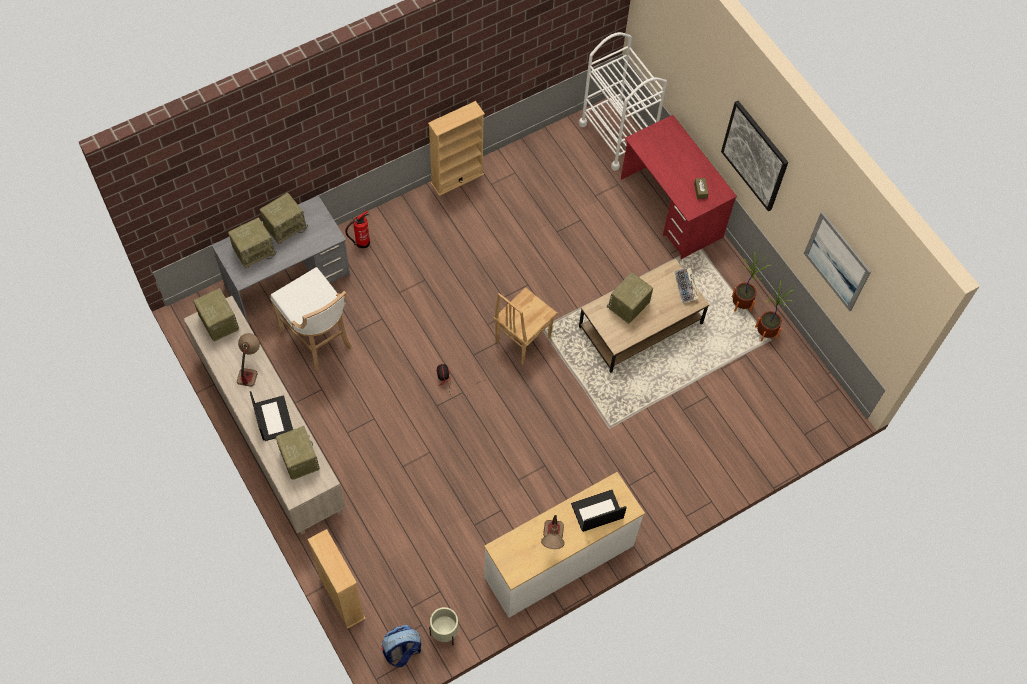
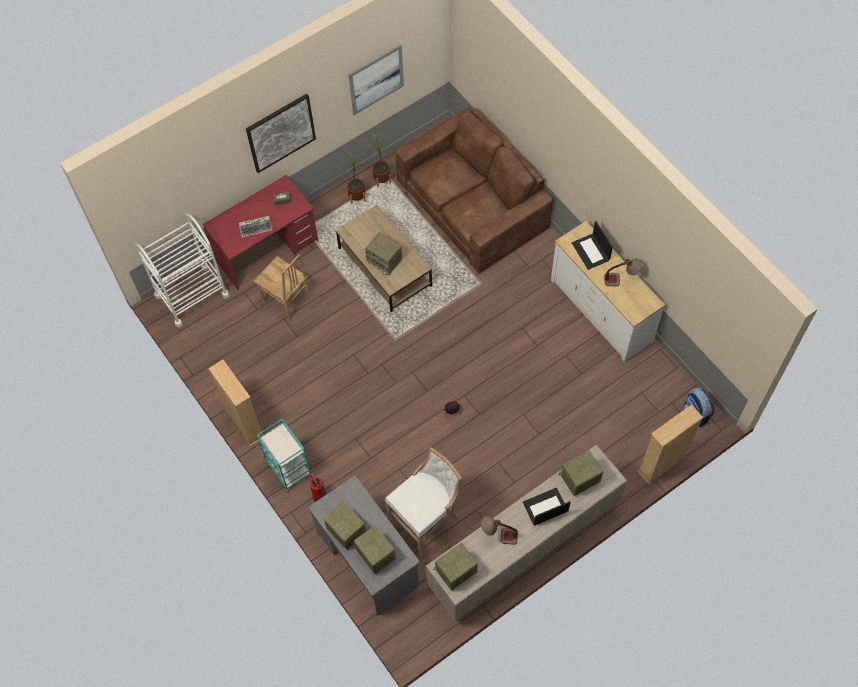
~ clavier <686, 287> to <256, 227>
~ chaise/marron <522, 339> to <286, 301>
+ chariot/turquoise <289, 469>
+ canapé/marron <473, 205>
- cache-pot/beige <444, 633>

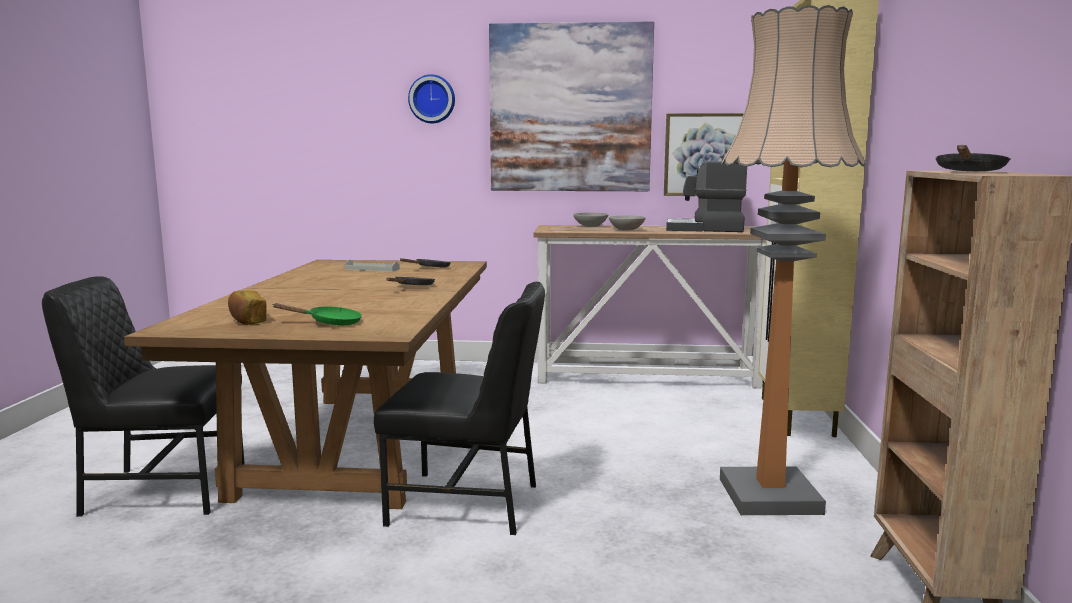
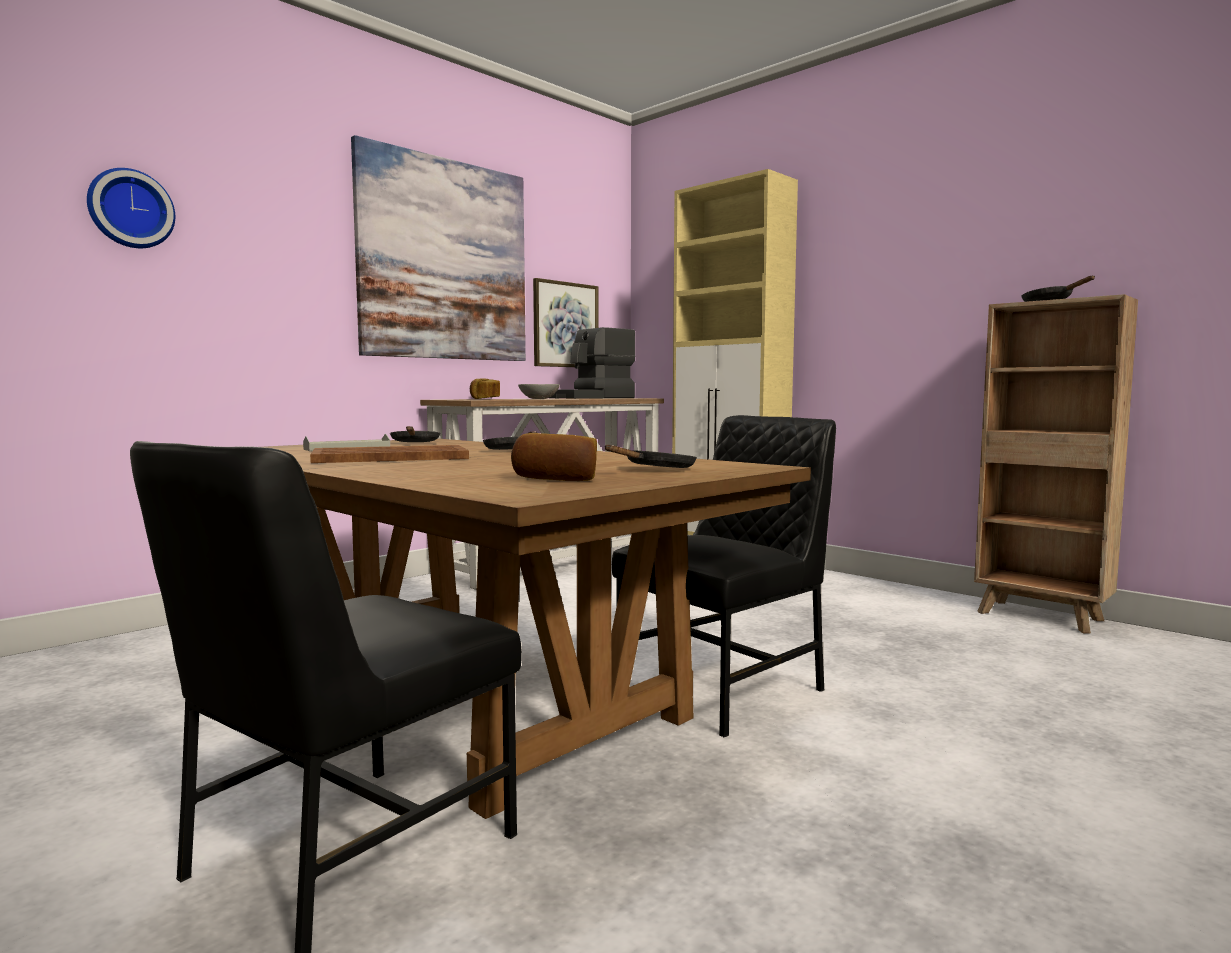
~ horloge murale <432, 99> to <130, 209>
+ plateau/marron <388, 457>
~ bol/gris <590, 226> to pain <484, 398>
~ poêle/vert <330, 323> to poêle/noir <655, 470>
- lampadaire <769, 496>

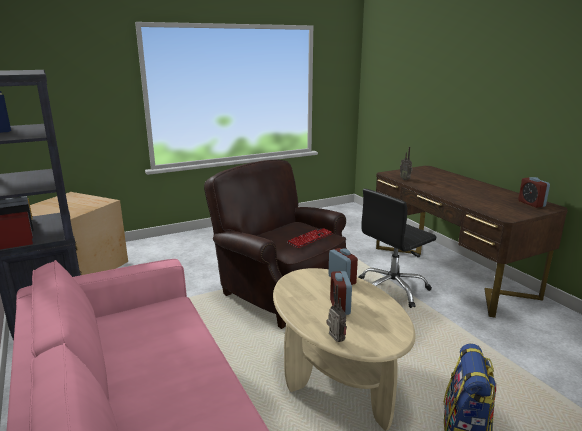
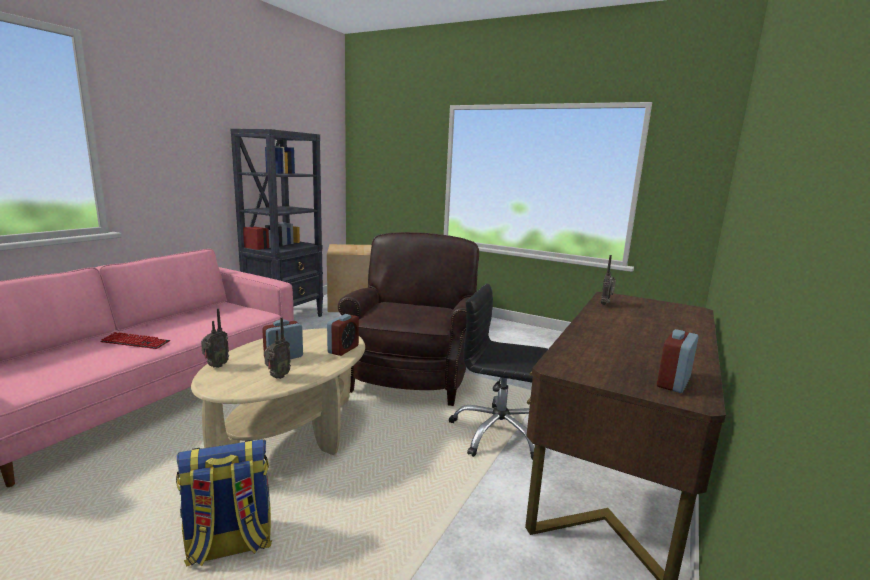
~ clavier <310, 238> to <135, 342>
+ radio <277, 377>

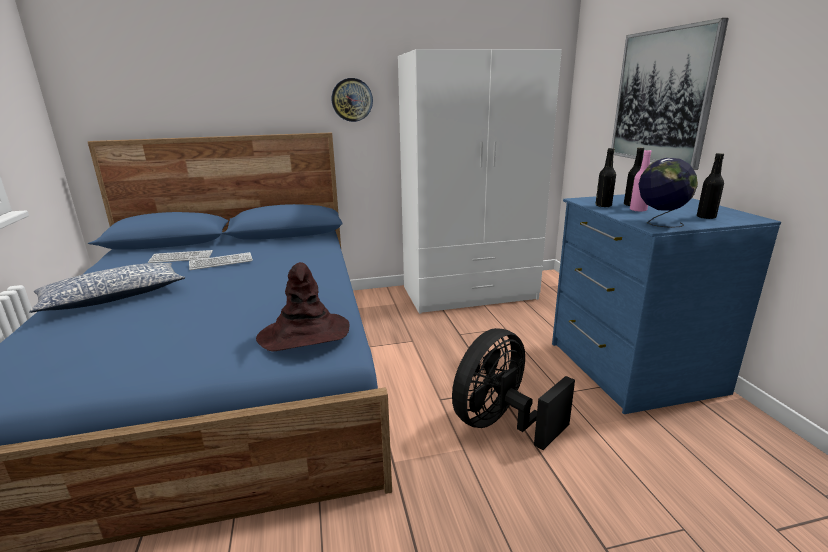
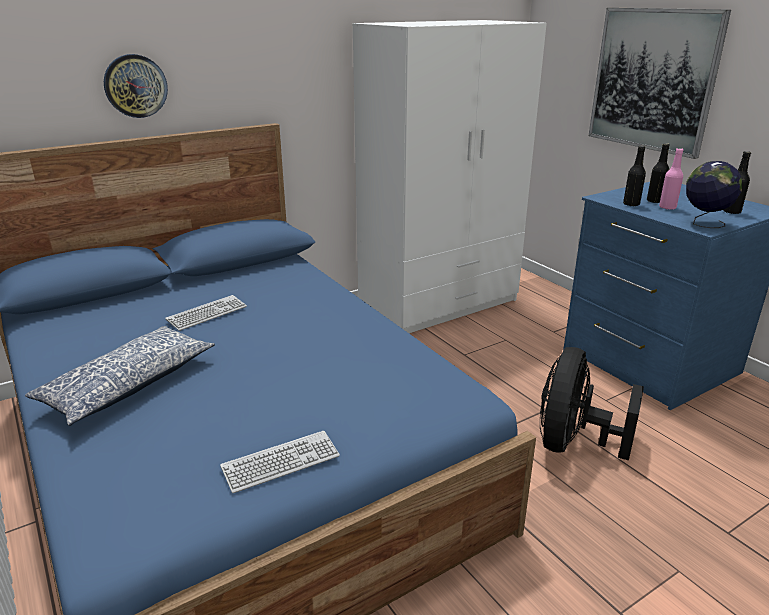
~ horloge murale <352, 100> to <135, 86>
~ clavier <181, 258> to <281, 462>
- chapeau/marron <304, 334>

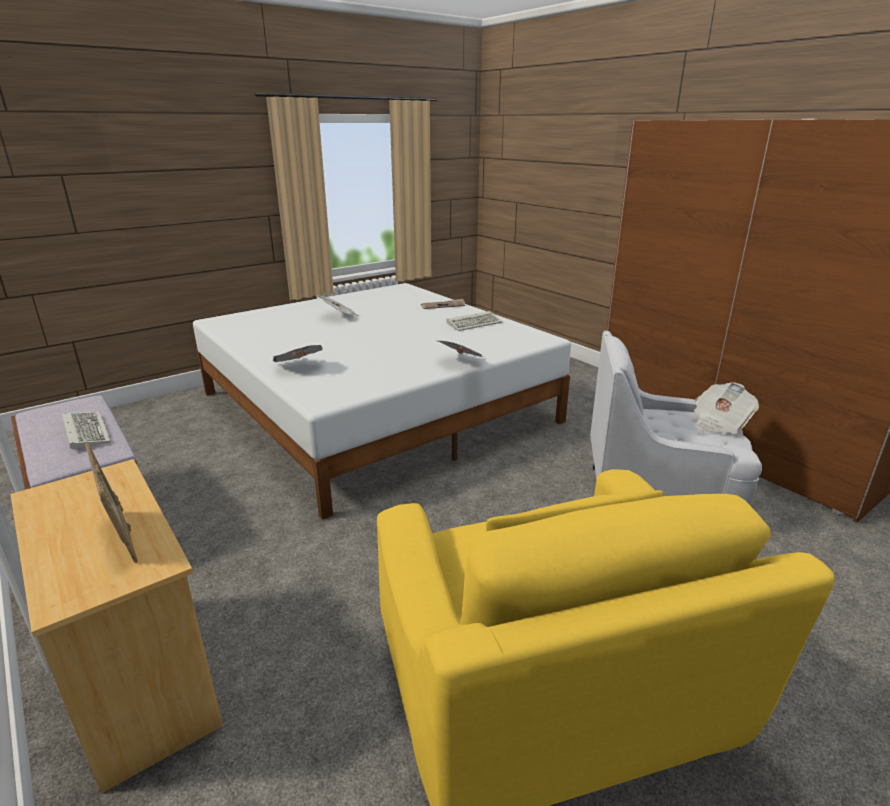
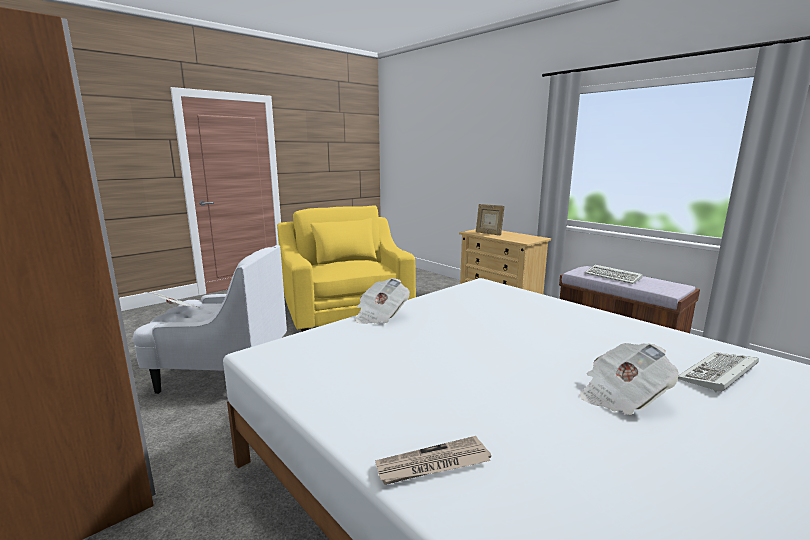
~ clavier <475, 323> to <718, 375>
- journal <299, 367>

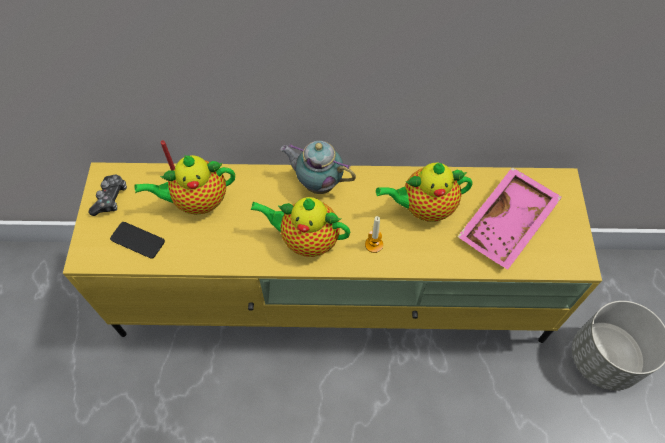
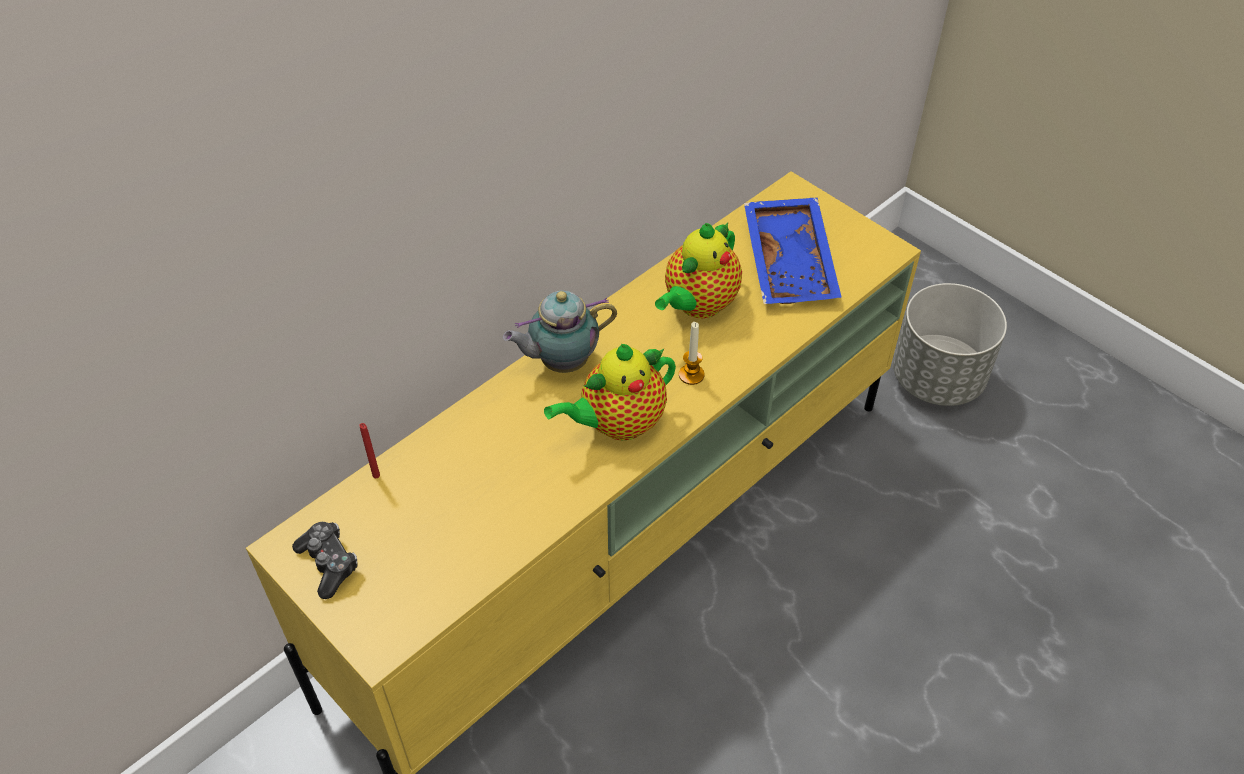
~ plateau/rose <508, 225> to plateau/bleu <792, 263>
- téléphone <137, 240>
- théière <197, 201>

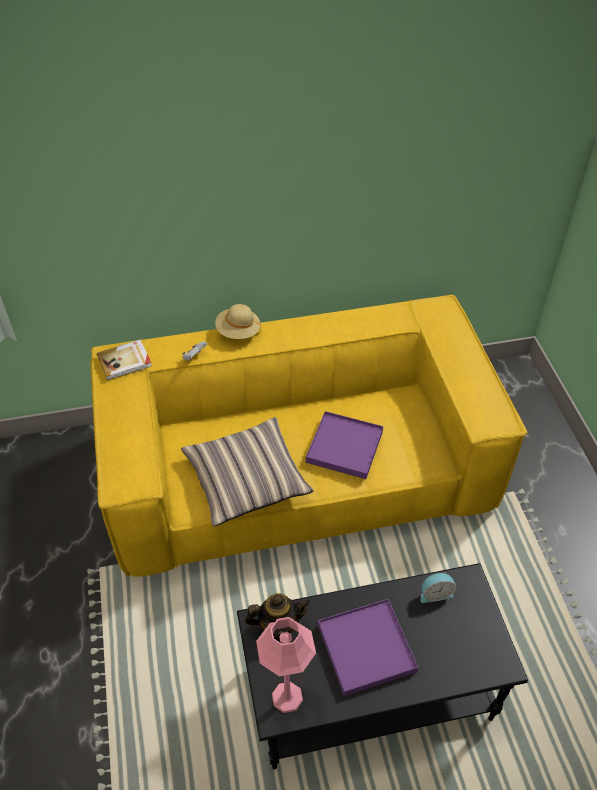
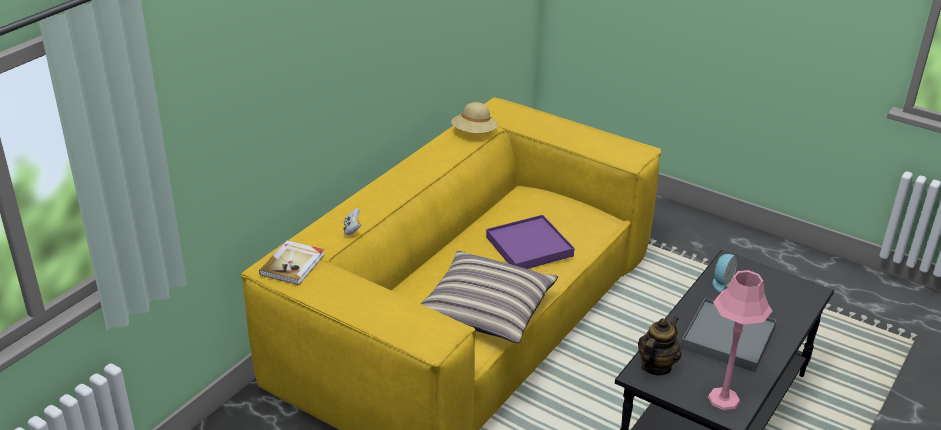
~ chapeau/beige <238, 331> to <474, 133>
~ plateau/violet <366, 648> to plateau/gris <727, 338>

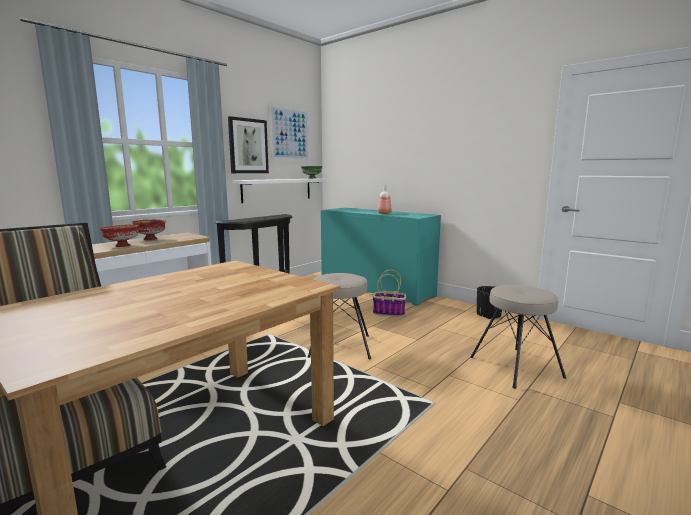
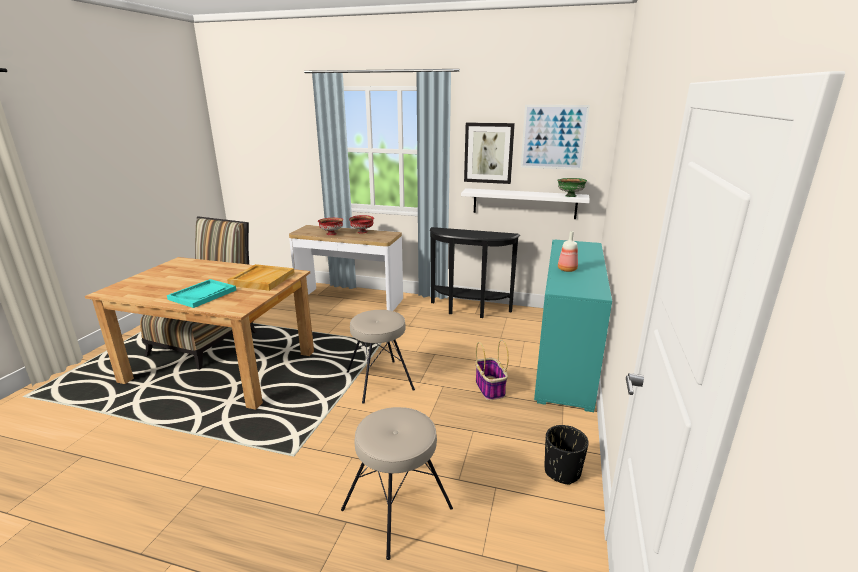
+ plateau/turquoise <202, 294>
+ plateau/beige <262, 279>

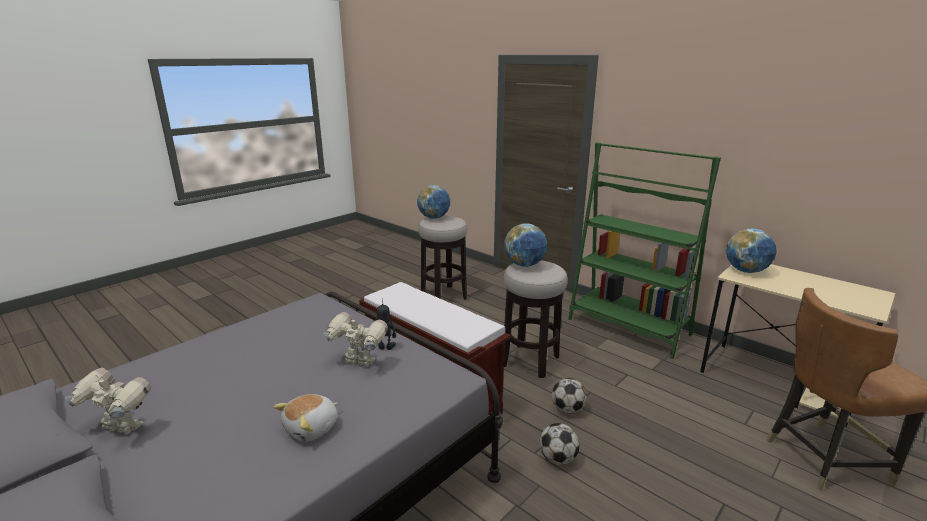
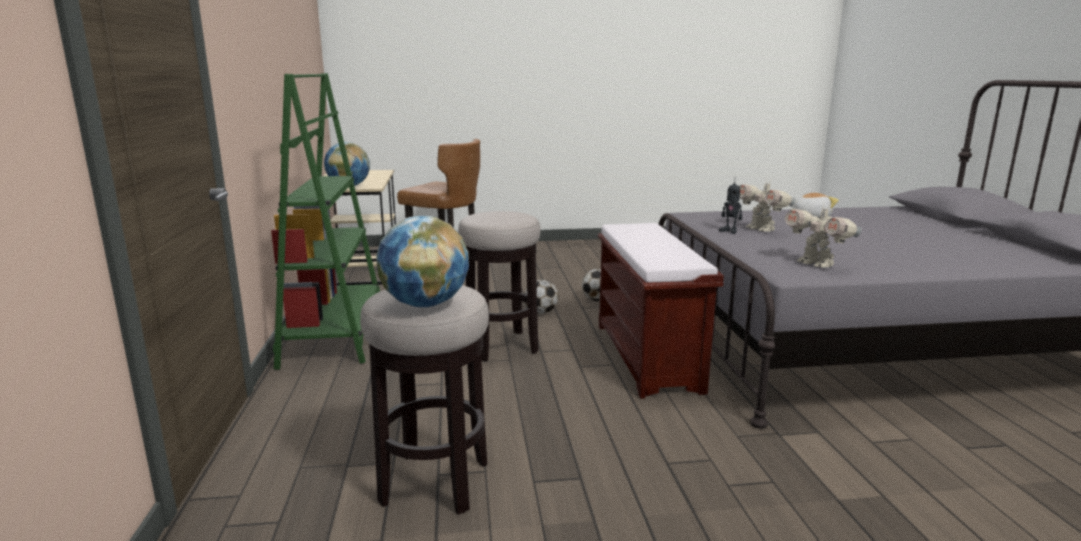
~ robot jouet <121, 429> to <816, 264>
- globe <524, 265>

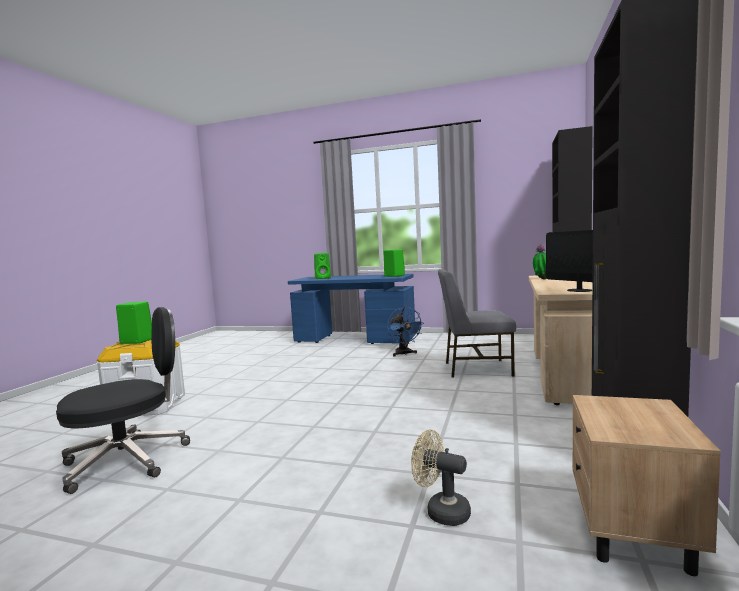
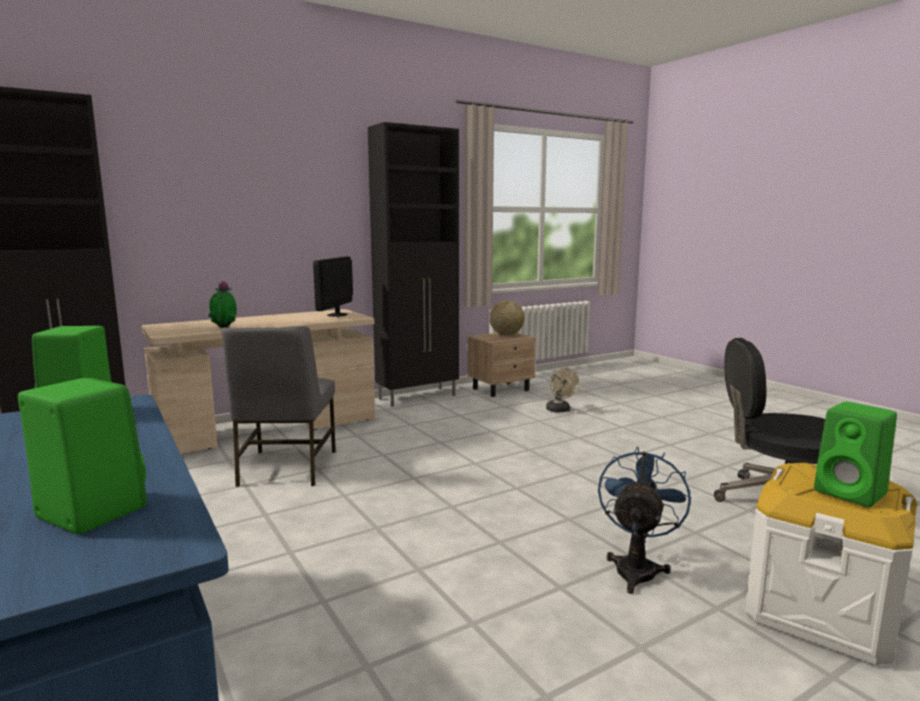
~ chaise/gris <476, 368> = <286, 468> 45 degrees clockwise
+ globe <506, 334>
~ ventilateur/bleu <404, 354> to <637, 567>

